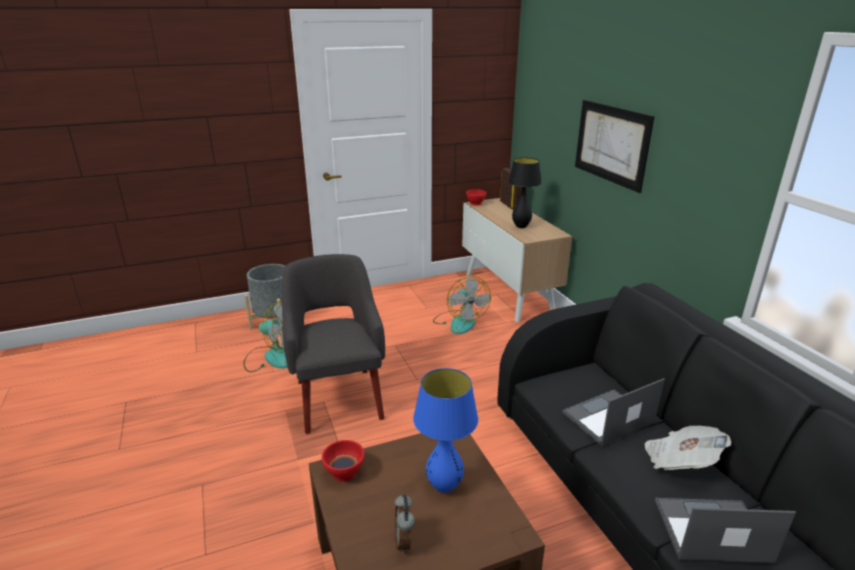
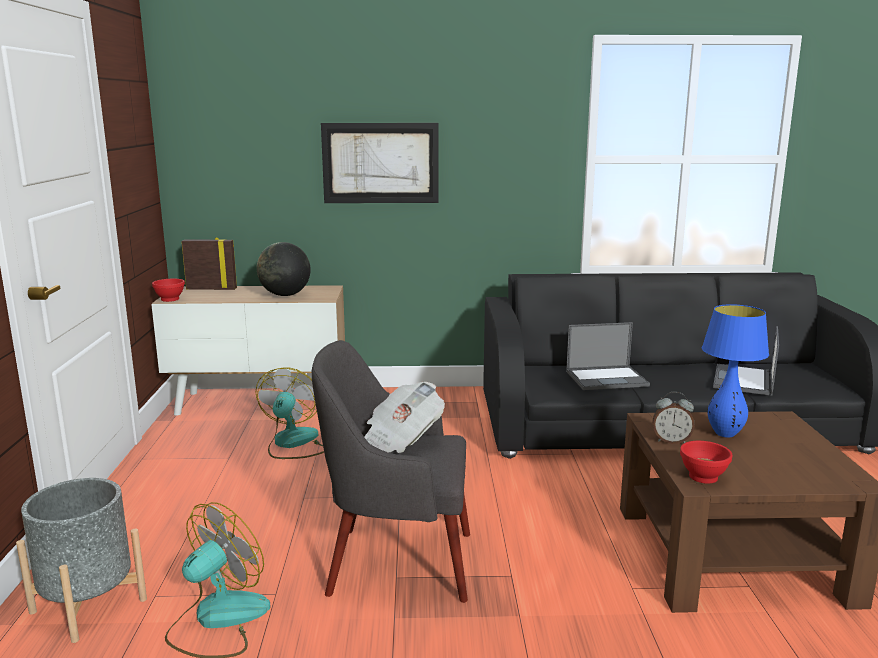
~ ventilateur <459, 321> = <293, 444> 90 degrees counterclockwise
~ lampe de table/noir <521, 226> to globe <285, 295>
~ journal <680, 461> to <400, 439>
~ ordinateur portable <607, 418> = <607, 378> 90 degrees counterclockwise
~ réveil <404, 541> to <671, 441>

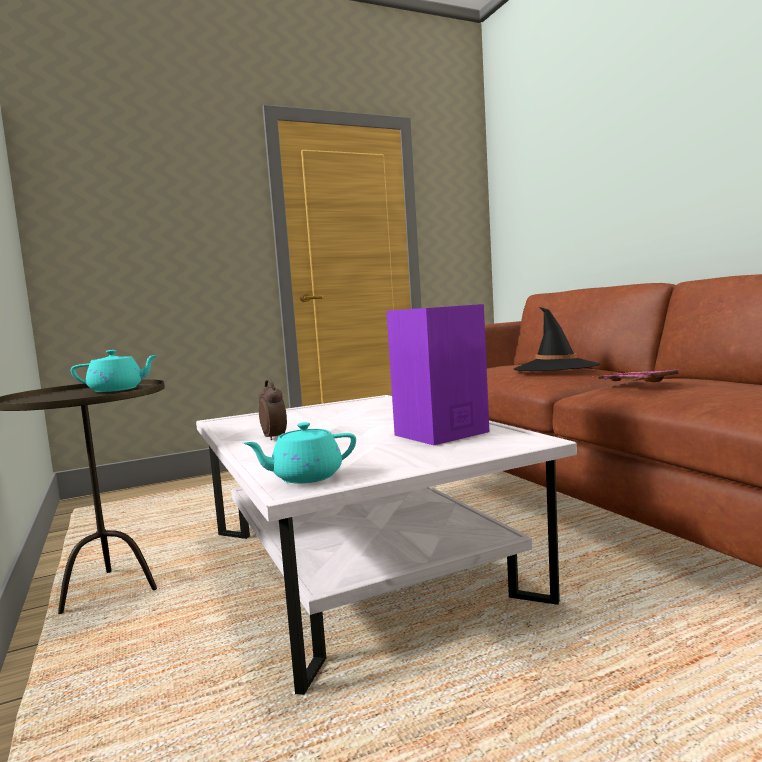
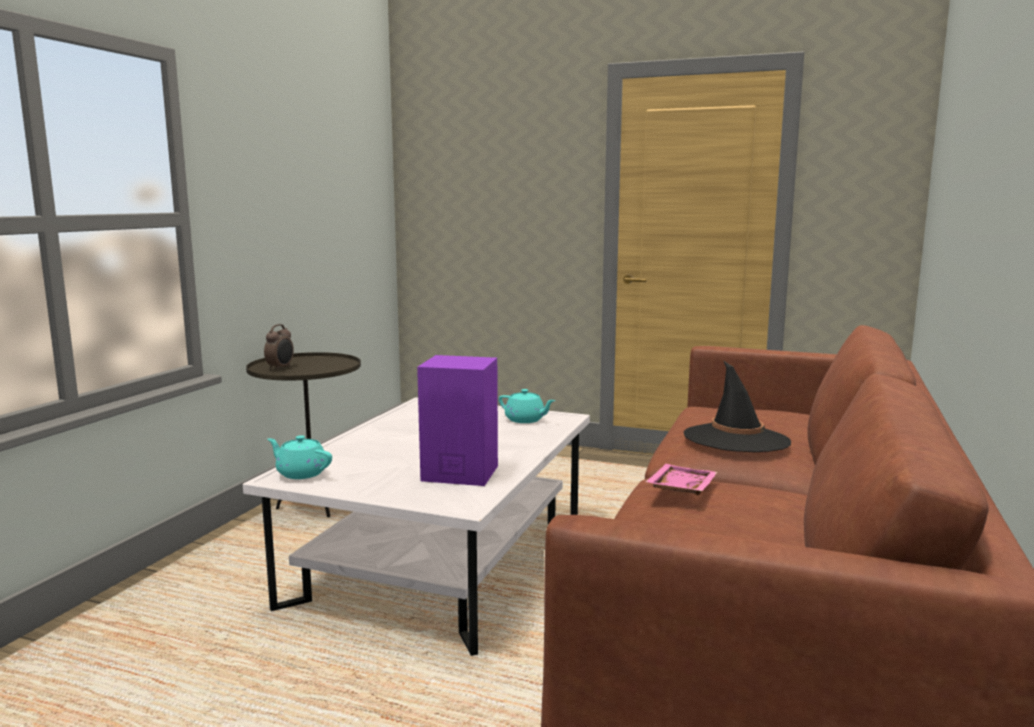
~ réveil <275, 438> to <281, 368>
~ théière/turquoise <118, 389> to <525, 420>

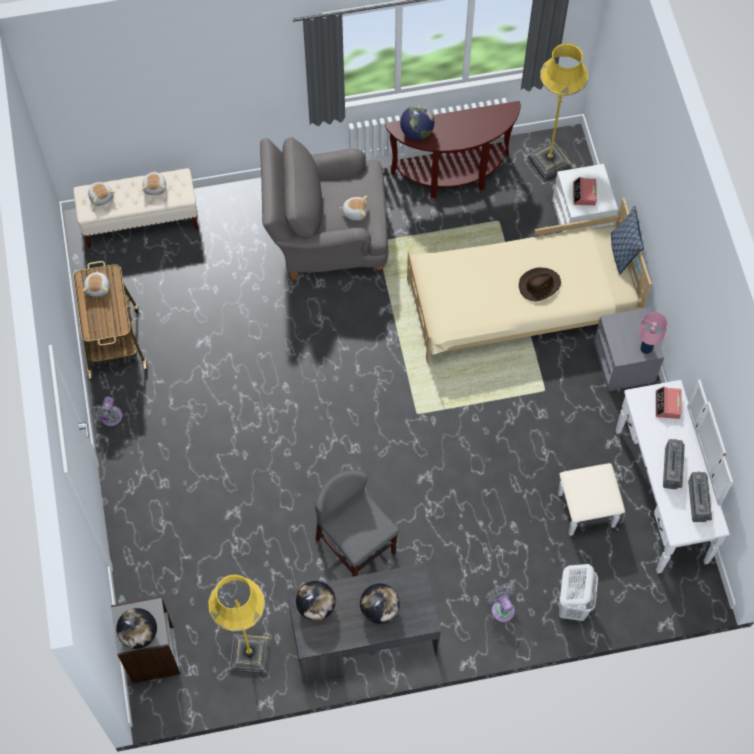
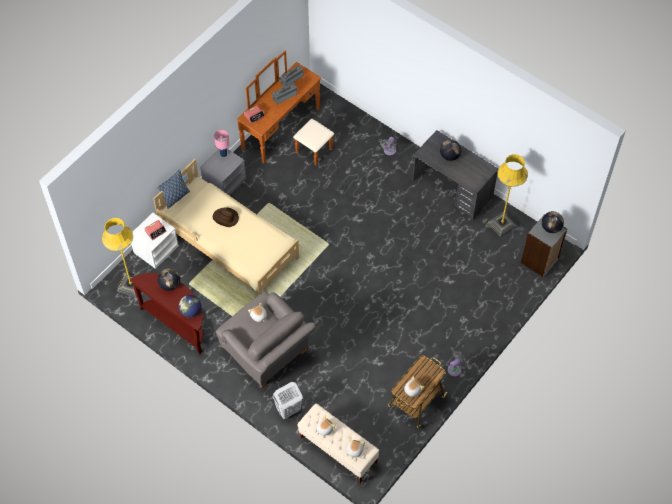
~ globe <316, 607> to <170, 285>
~ commode/blanc <644, 499> to commode/marron <288, 133>
~ panier à linge/blanc <572, 604> to <288, 410>
- chaise/gris <356, 546>

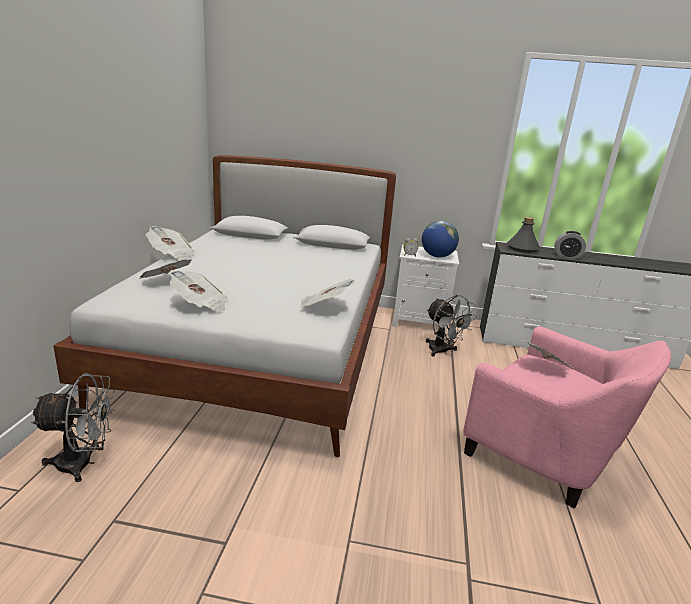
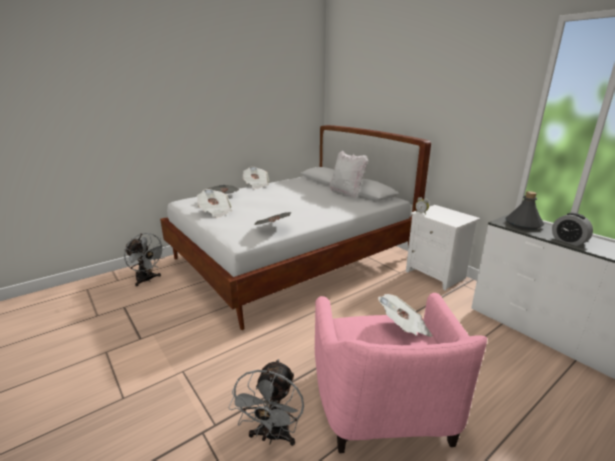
~ ventilateur/gris <442, 351> to <272, 436>
+ coussin/blanc <346, 193>
- globe <437, 256>

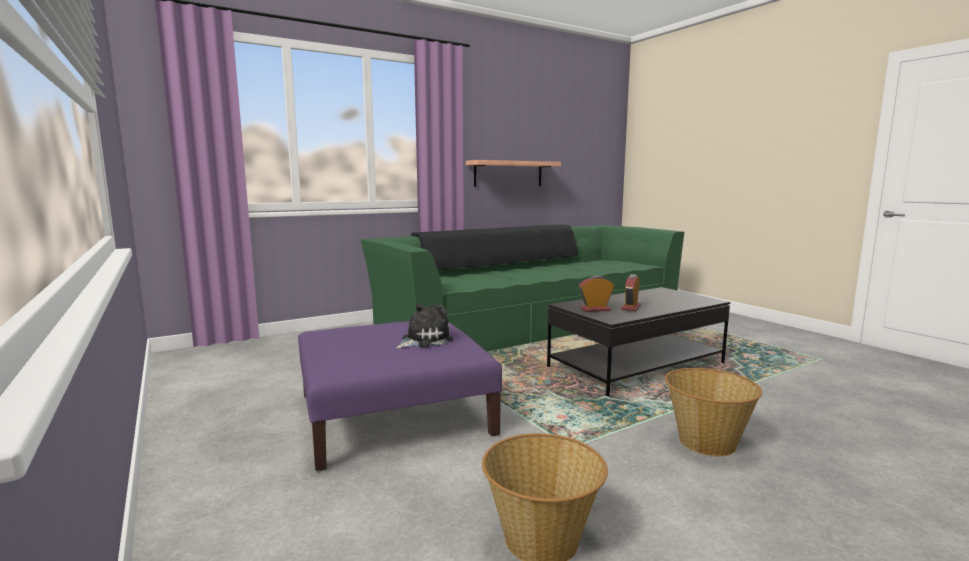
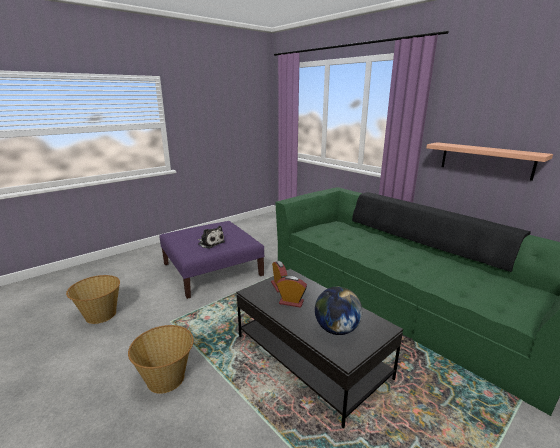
+ globe <336, 329>

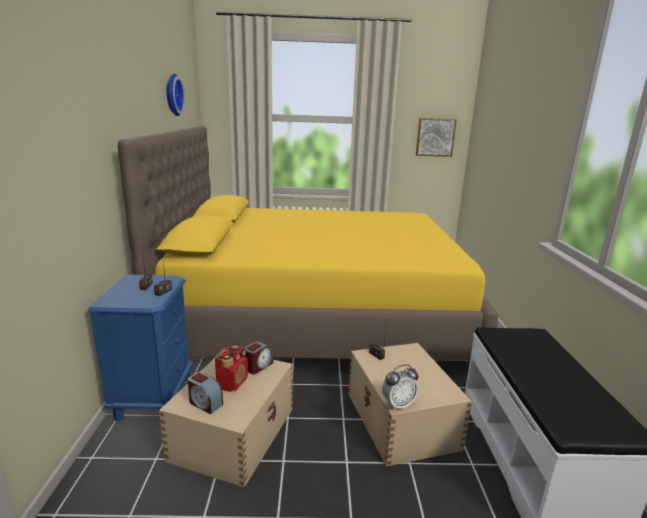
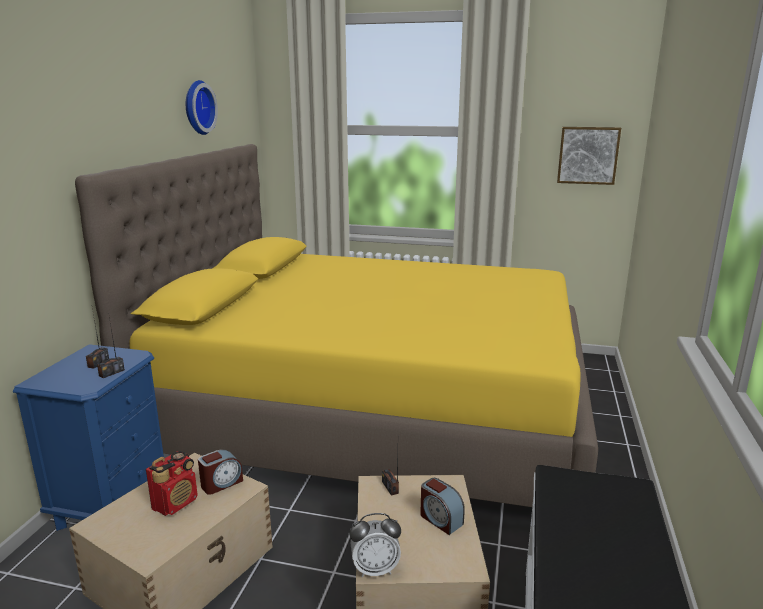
~ réveil <205, 403> to <440, 519>

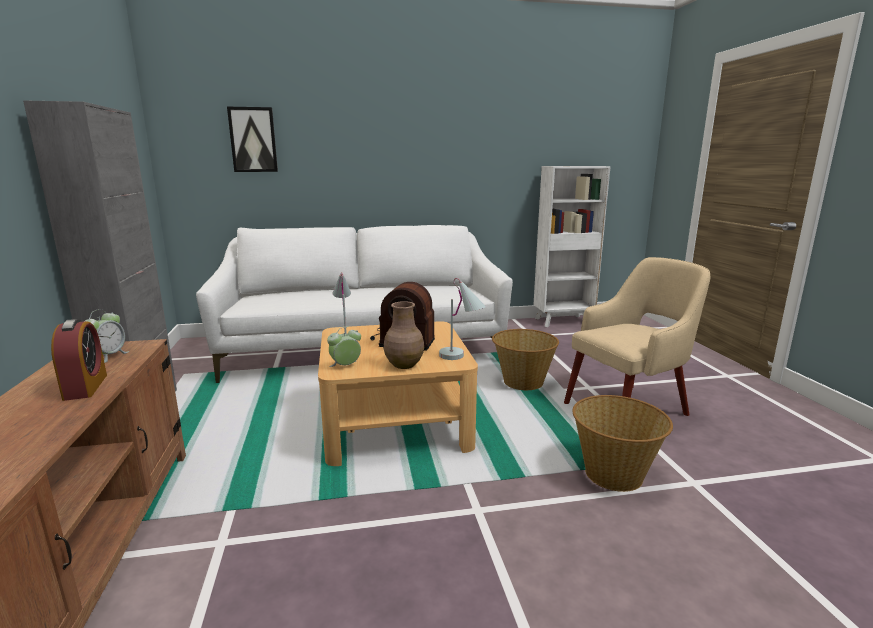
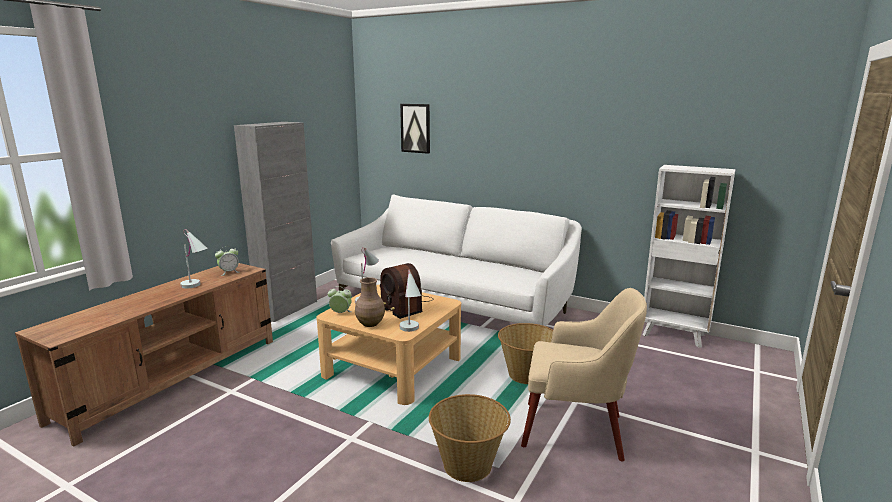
~ réveil <85, 387> to lampe de table/blanc <197, 286>

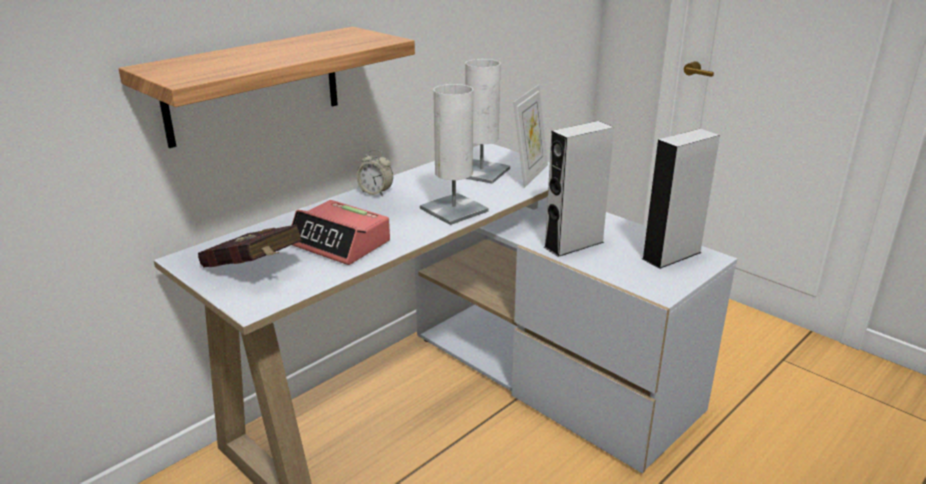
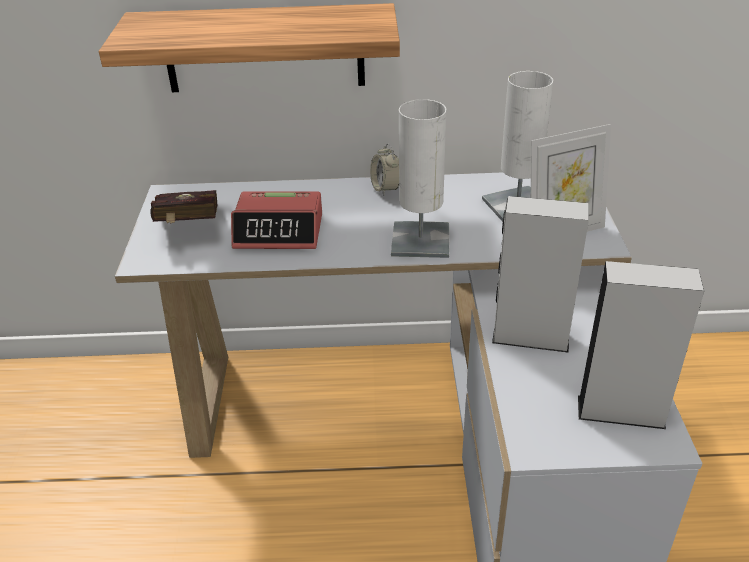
~ réveil <340, 243> = <279, 231> 75 degrees counterclockwise

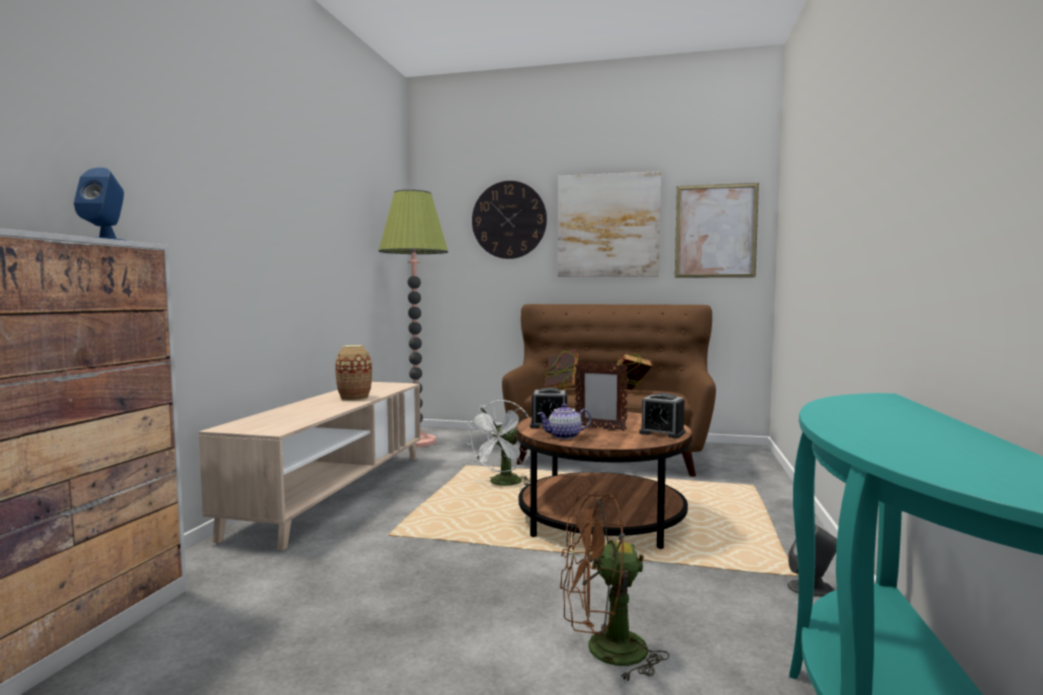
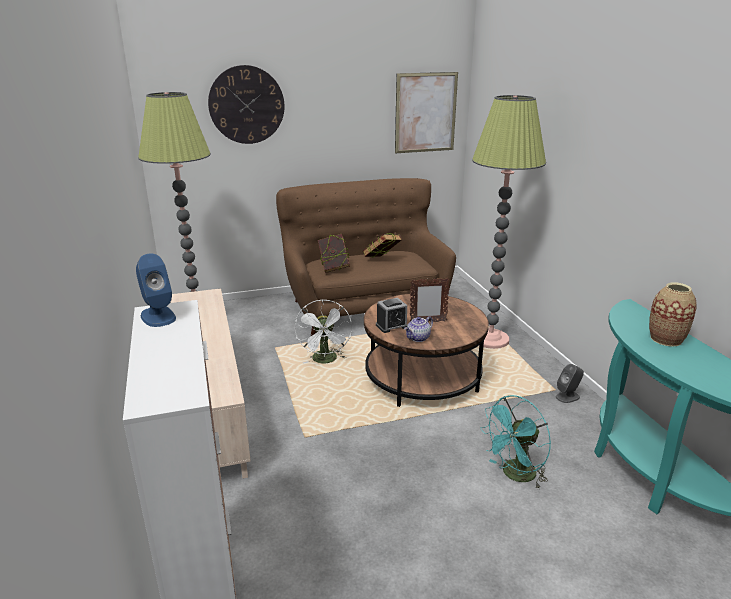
+ lampadaire <490, 340>
~ ventilateur/marron <604, 651> to ventilateur/turquoise <515, 475>
~ vase <354, 398> to <665, 339>
- tableau <608, 226>
- réveil <662, 433>

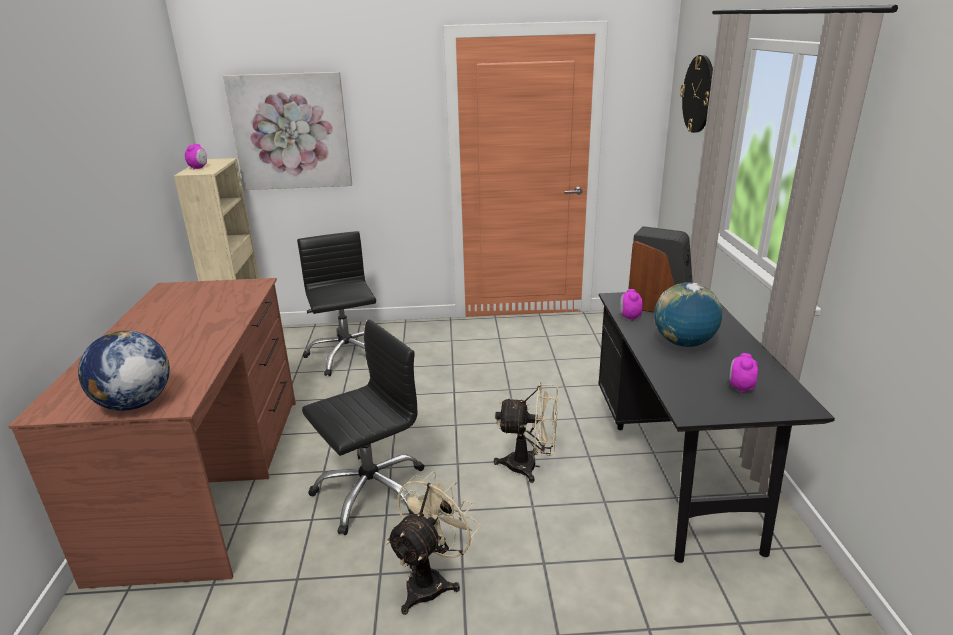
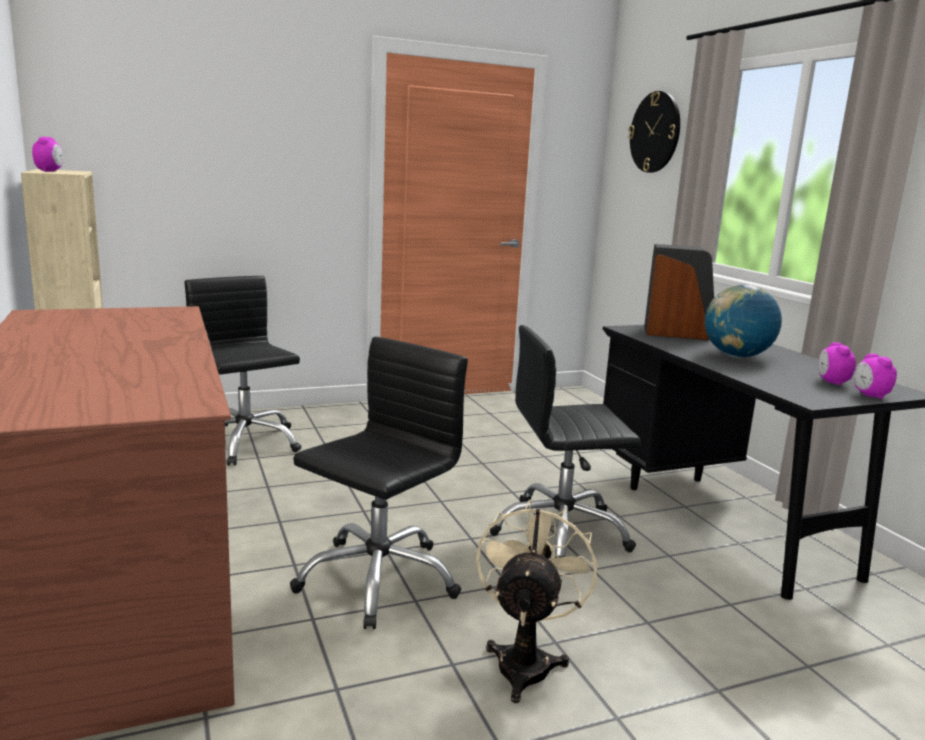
~ ventilateur/beige <530, 466> to chaise de bureau/noir <560, 532>
~ réveil <629, 317> to <870, 396>
- globe <134, 404>
- tableau <291, 132>

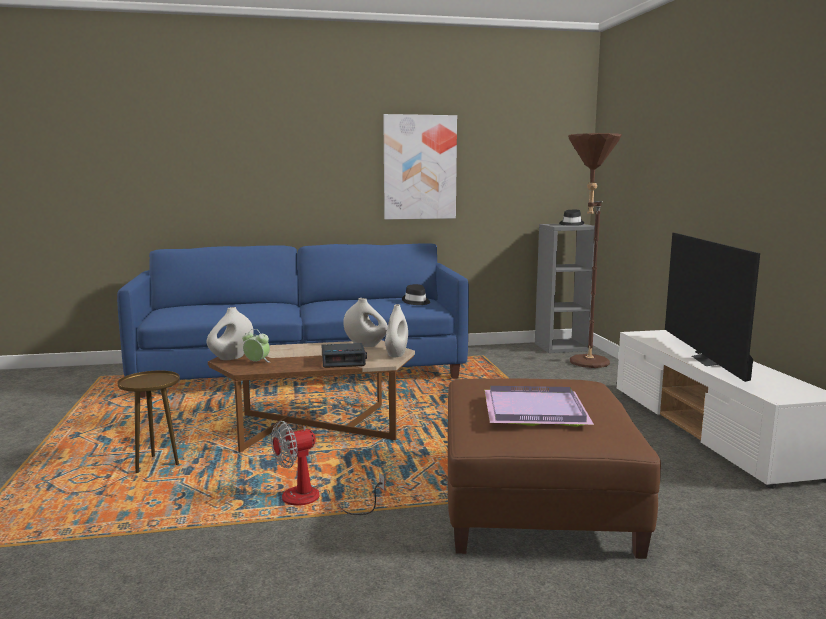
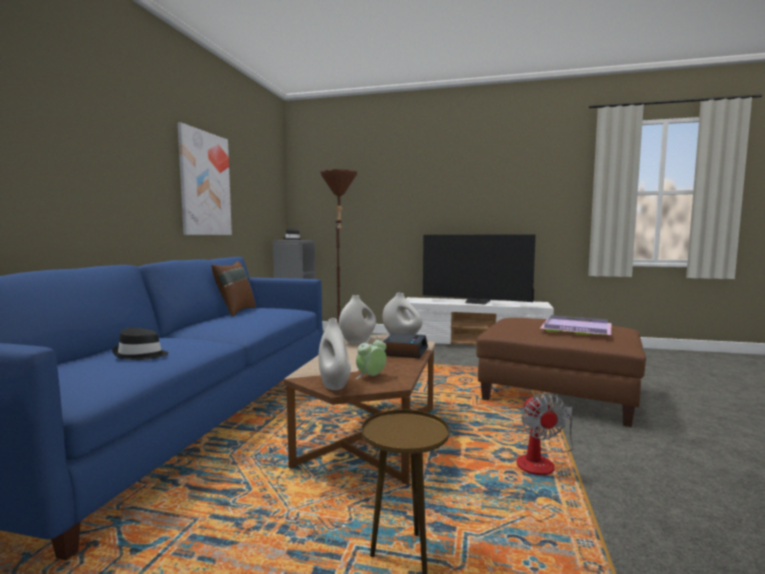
~ chapeau/noir <416, 302> to <141, 355>
+ coussin/marron <235, 311>

